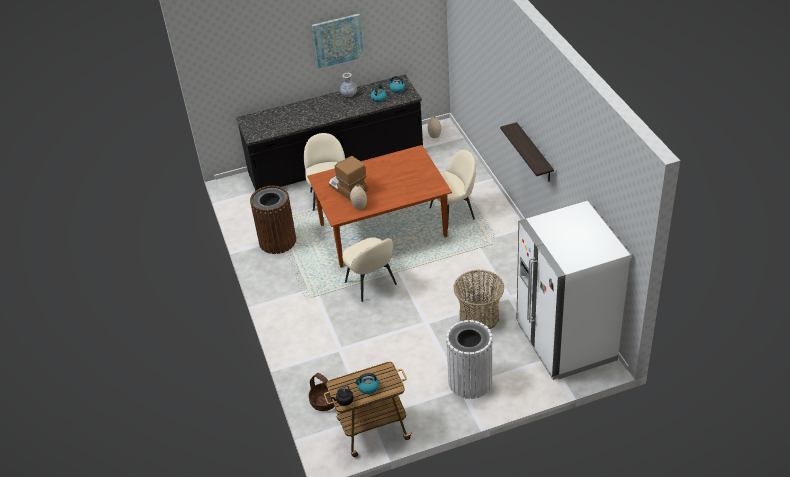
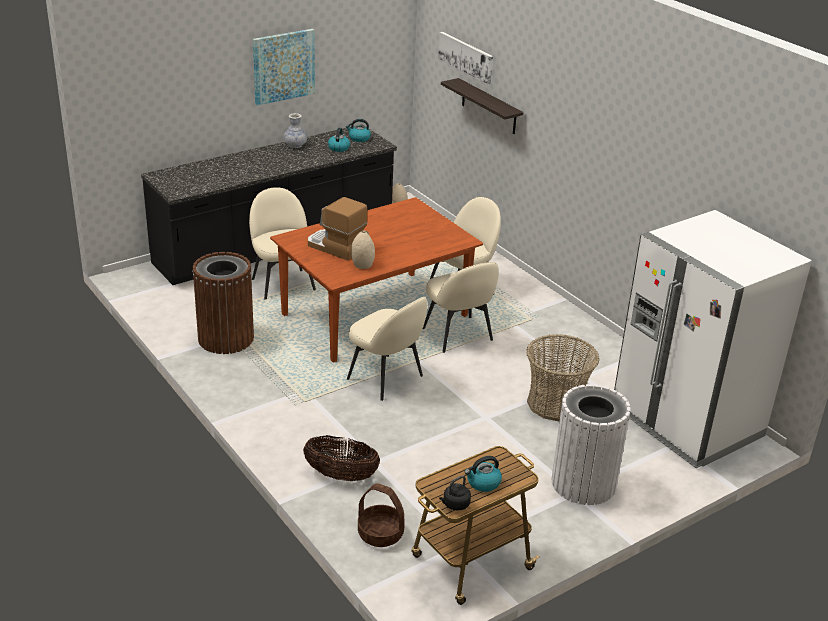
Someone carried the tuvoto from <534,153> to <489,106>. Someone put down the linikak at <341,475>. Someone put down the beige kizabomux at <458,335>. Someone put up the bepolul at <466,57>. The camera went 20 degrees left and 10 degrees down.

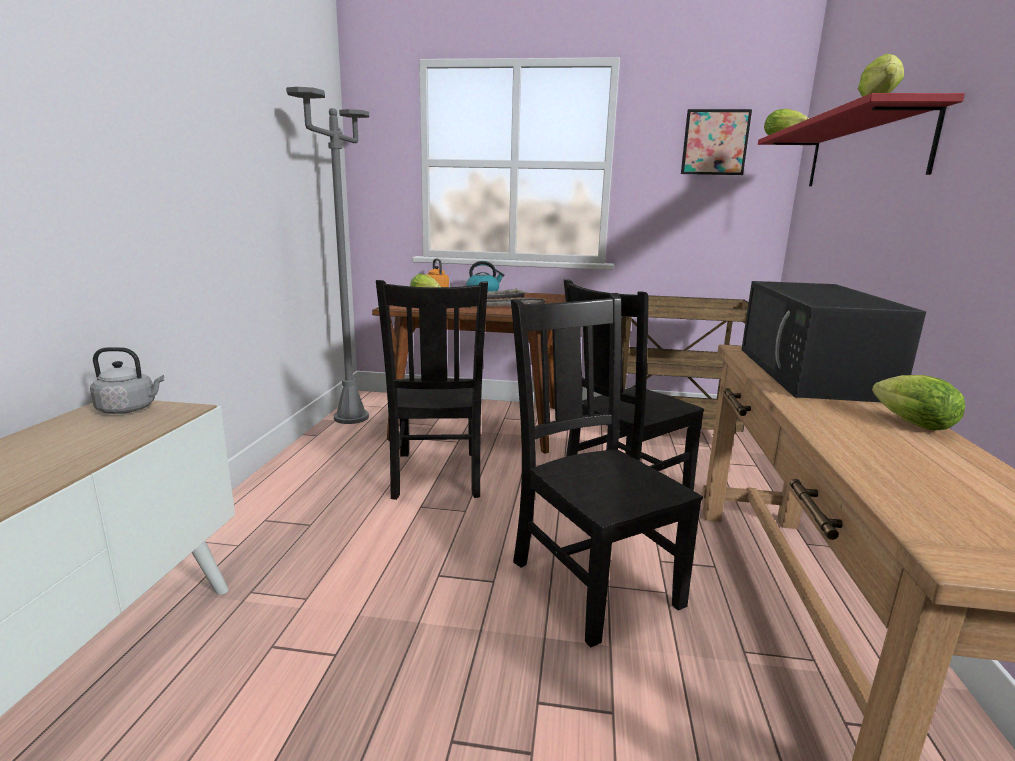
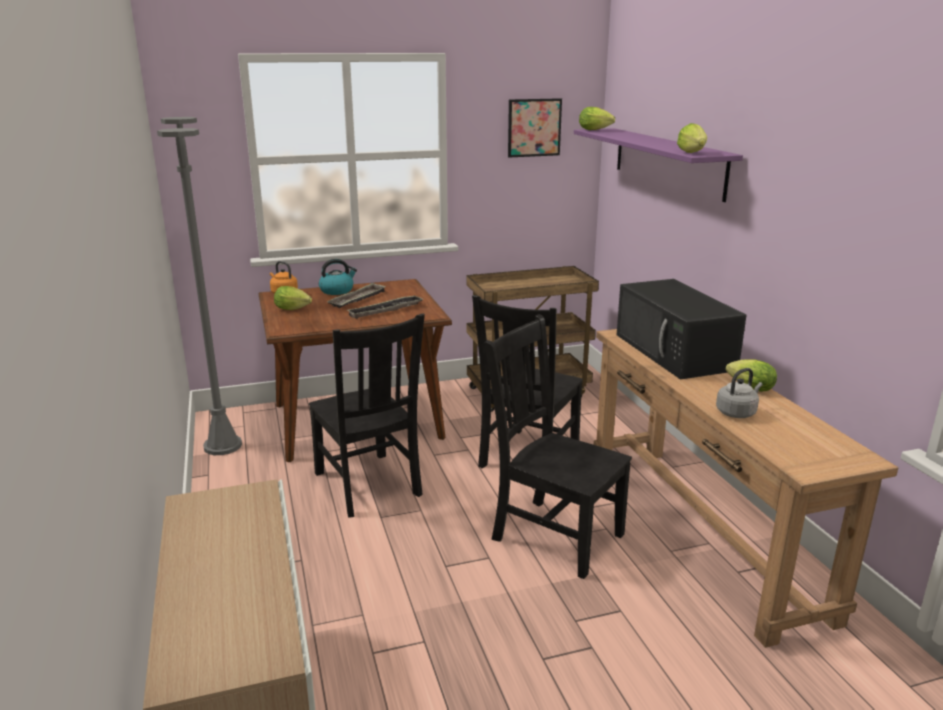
Someone carried the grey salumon from <130,409> to <737,412>. Someone repainted the red tuvoto at <863,152>, which became the purple tuvoto at <667,162>. The camera went 25 degrees left and 5 degrees up.

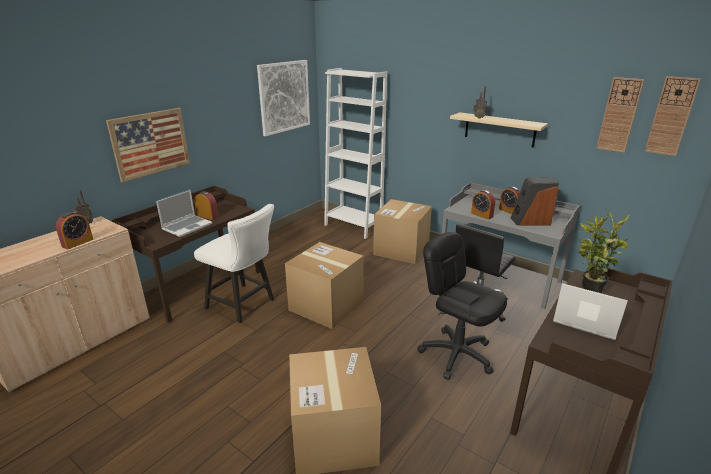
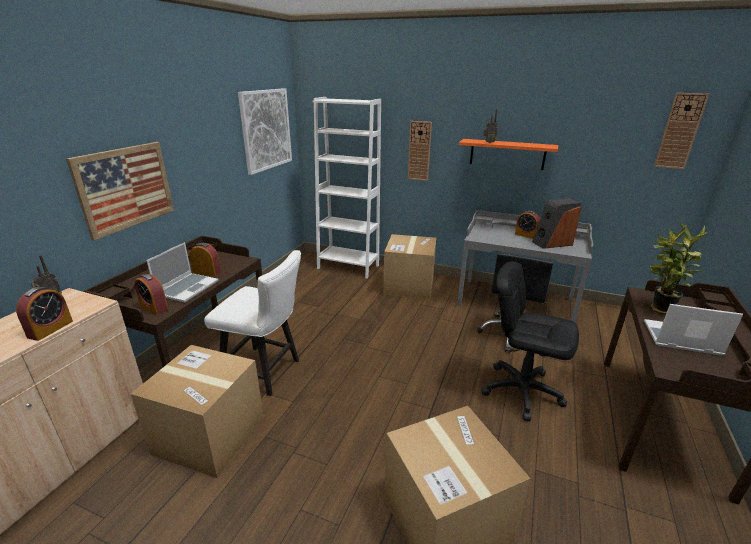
Someone carried the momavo from <326,306> to <210,435>. Someone repainted the beige tuvoto at <499,129>, which became the orange tuvoto at <507,154>. Someone carried the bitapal from <482,215> to <154,308>. Someone carried the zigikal from <619,115> to <419,151>. The camera went 15 degrees left and 0 degrees up.

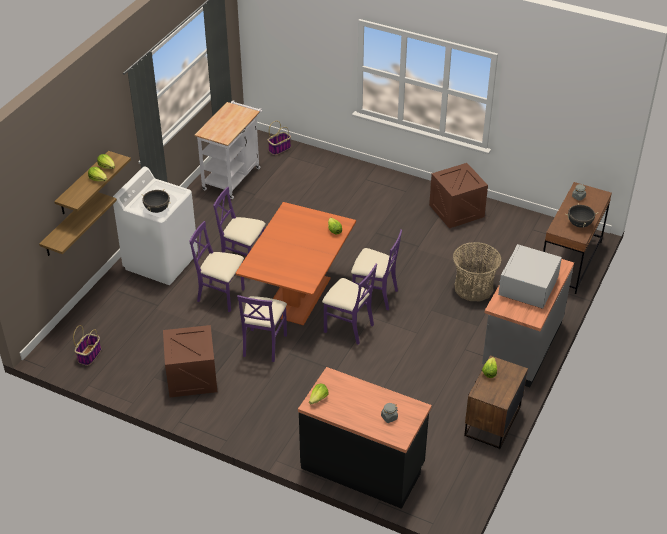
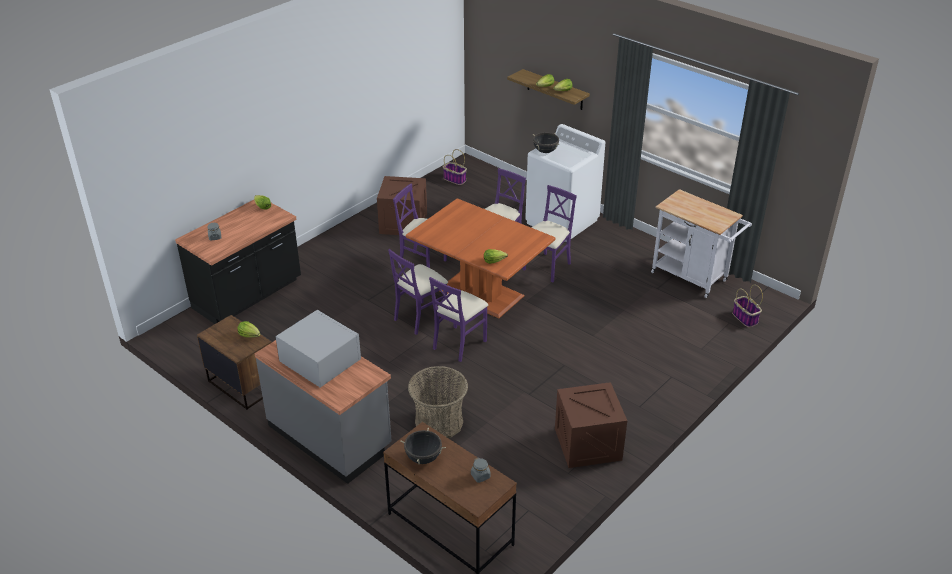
Someone took away the tuvoto at <69,225>. The camera went 105 degrees right and 5 degrees down.

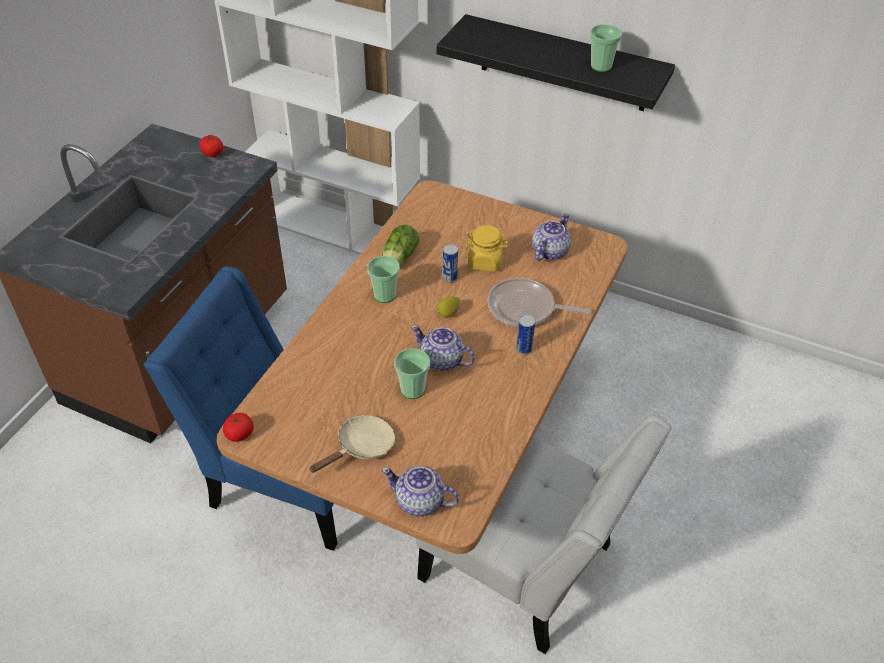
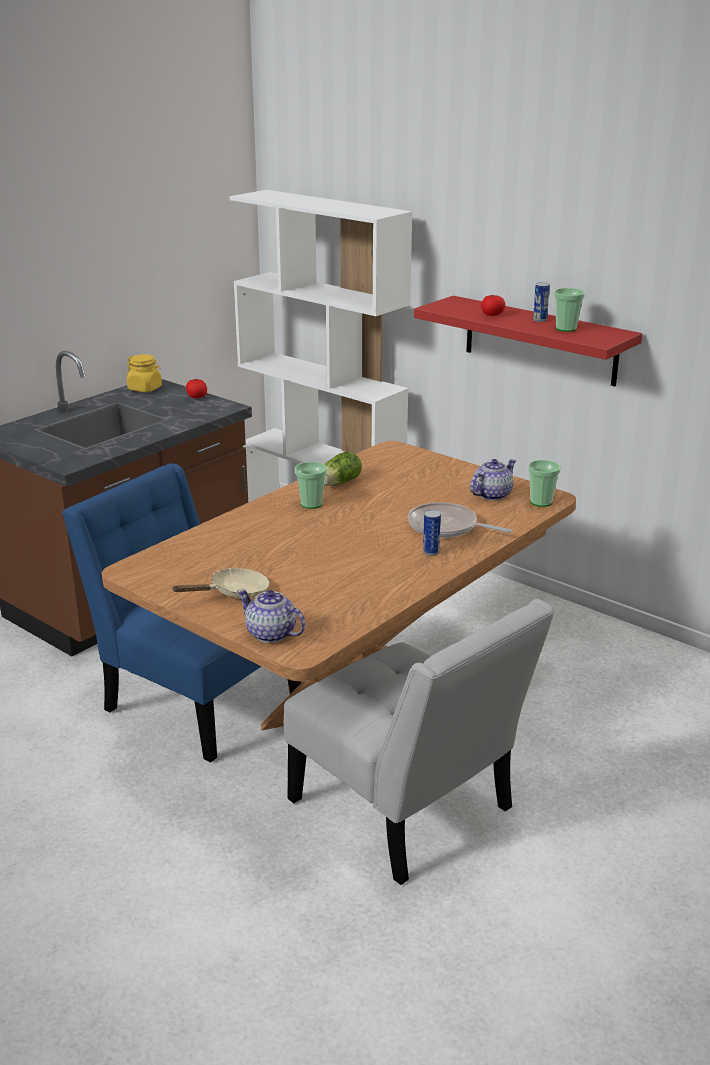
Someone carried the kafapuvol from <239,434> to <492,314>. Someone carried the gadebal from <412,390> to <541,502>. Someone took away the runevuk at <442,361>. Someone repainted the black tuvoto at <563,64>, which became the red tuvoto at <540,340>. Someone took away the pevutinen at <448,313>. Someone carried the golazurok from <450,278> to <540,320>. Someone carried the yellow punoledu from <485,262> to <145,388>. The camera went 15 degrees right and 20 degrees down.

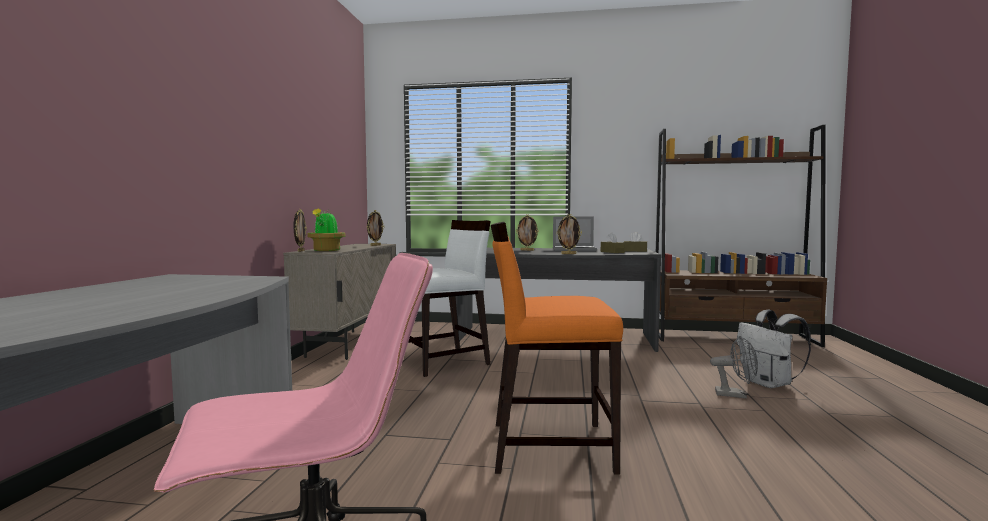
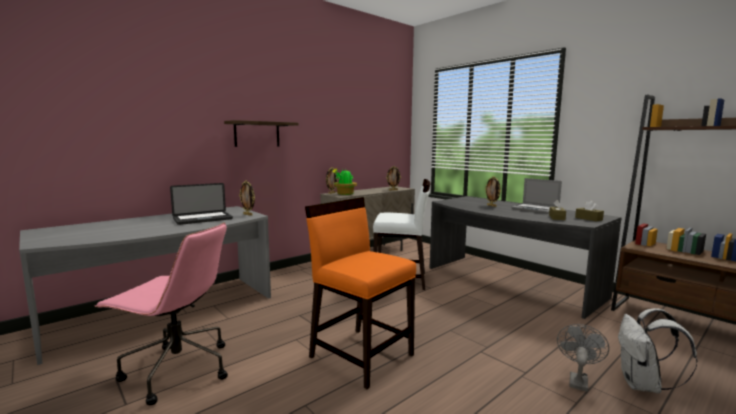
Someone carried the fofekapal from <568,254> to <248,214>. Someone rotated the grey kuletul at <736,395> by 120 degrees counterclockwise. Someone put down the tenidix at <203,219>. Someone put up the tuvoto at <257,134>. The camera went 40 degrees right and 5 degrees up.

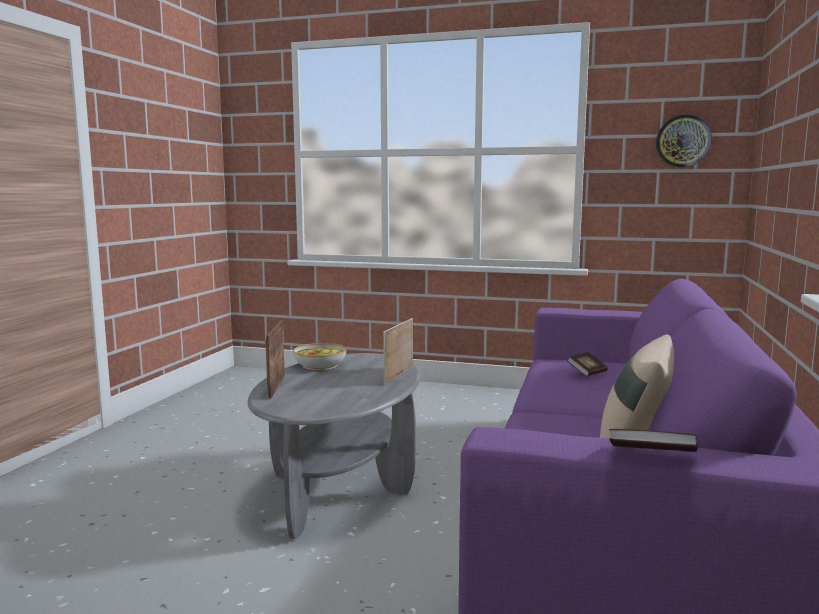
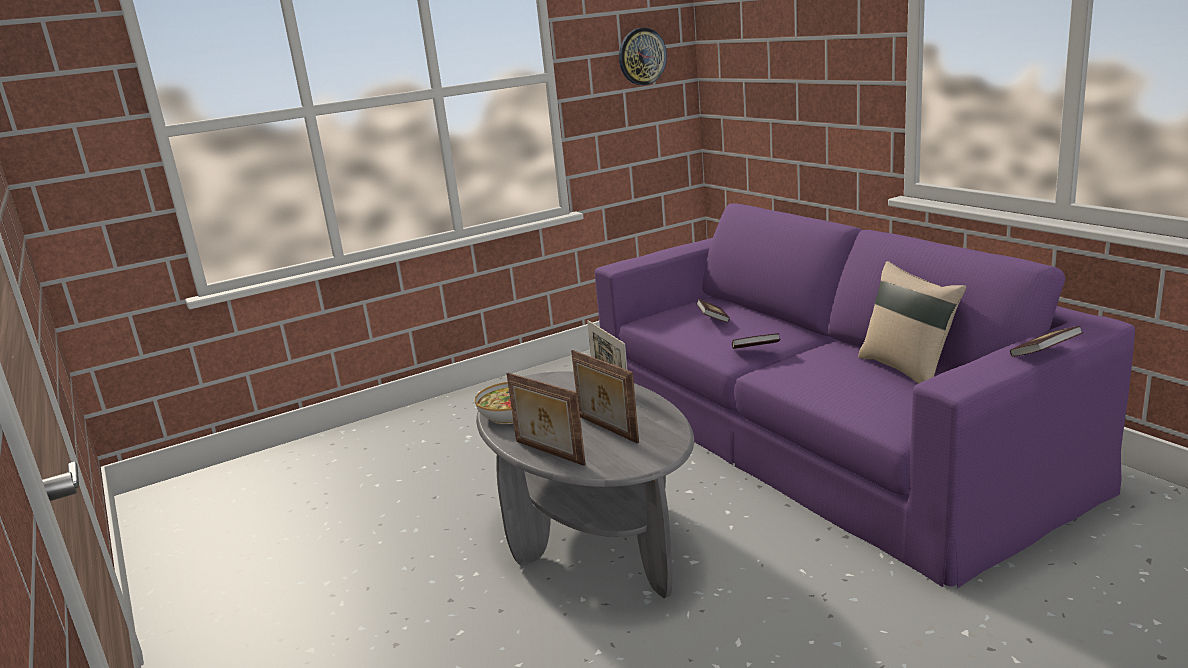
Someone put down the fofekapal at <606,429>. Someone put down the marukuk at <756,351>. The camera went 45 degrees left and 10 degrees up.

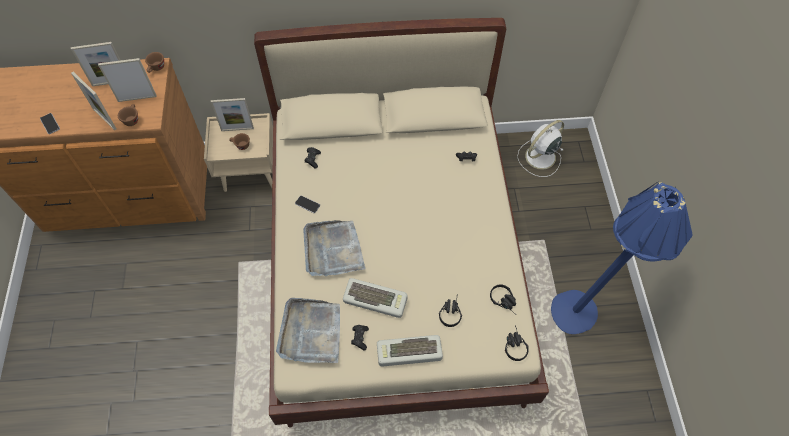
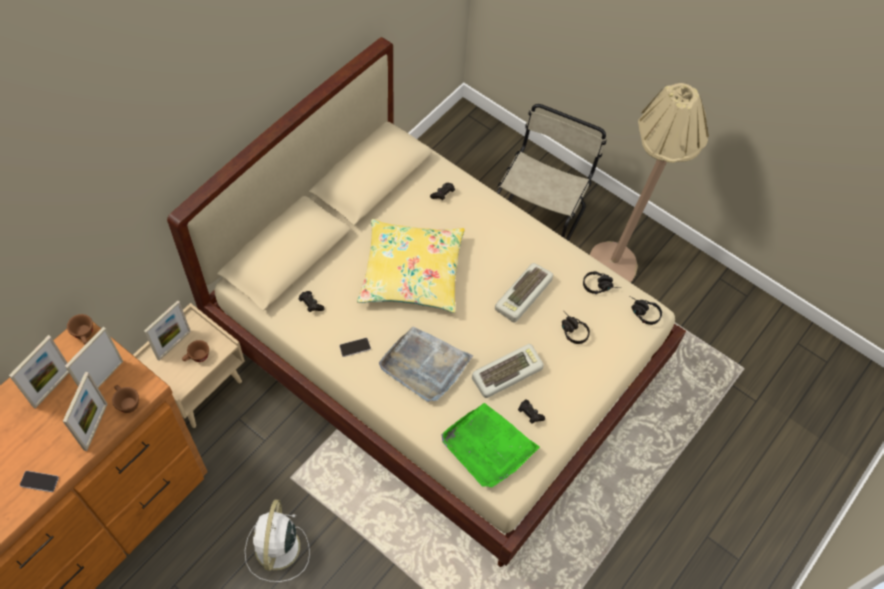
Someone rotated the fofekapal at <104,119> by 75 degrees counterclockwise. Someone repainted the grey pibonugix at <310,332>, which became the green pibonugix at <488,446>. Someone carried the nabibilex from <408,353> to <524,296>. Someone carried the white kuletul from <539,157> to <277,549>. Someone repainted the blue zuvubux at <585,315>, which became the beige zuvubux at <623,259>. Someone put down the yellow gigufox at <411,272>. Someone put down the beige kizabomux at <540,215>. The camera went 50 degrees left and 0 degrees up.

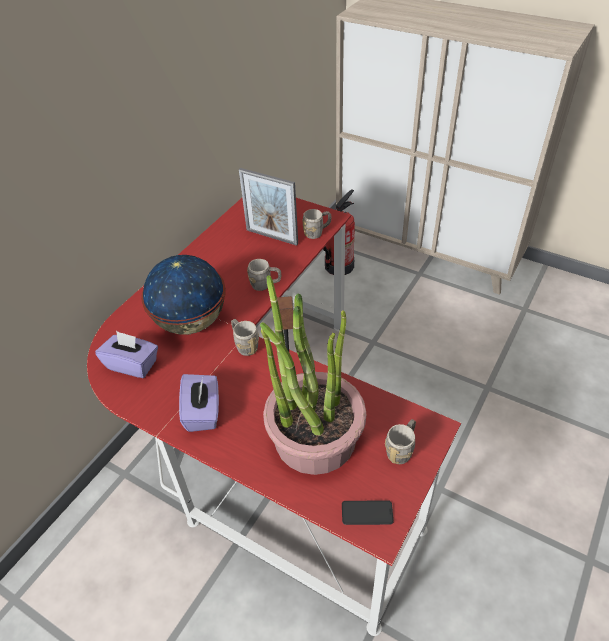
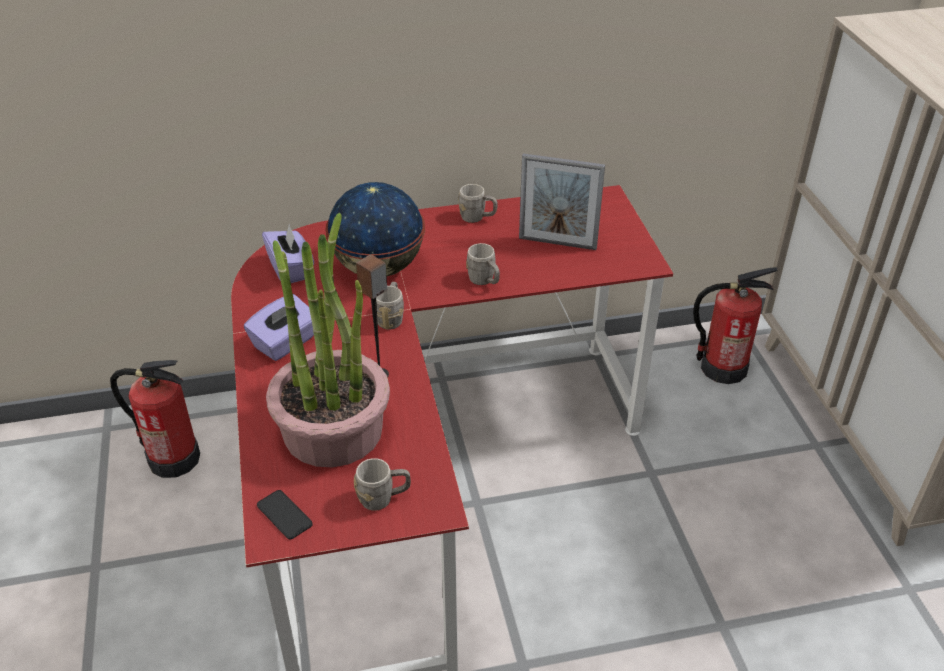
Someone rotated the fofekapal at <272,237> by 60 degrees counterclockwise. Someone carried the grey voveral from <317,232> to <477,218>. Someone put down the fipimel at <173,458>. The camera went 45 degrees right and 5 degrees down.

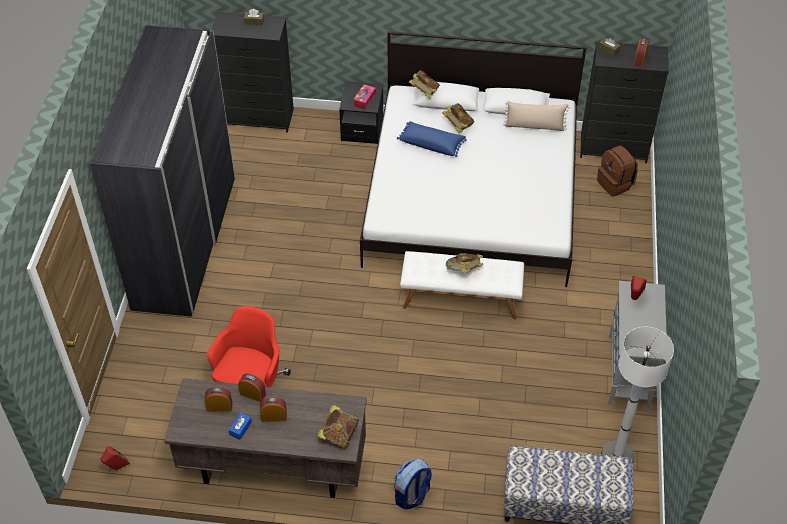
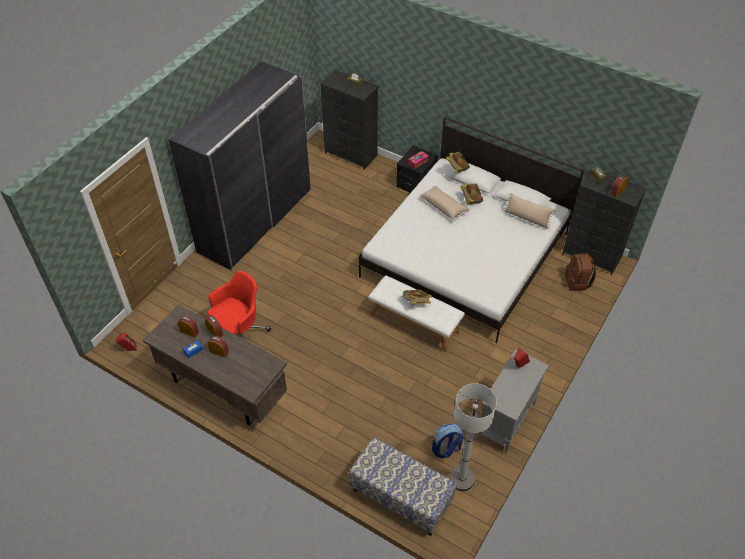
Someone took away the marukuk at <338,434>. Someone carried the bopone from <412,495> to <446,449>. Someone repainted the blue gigufox at <431,144>, which became the beige gigufox at <444,207>. The camera went 25 degrees right and 0 degrees up.

